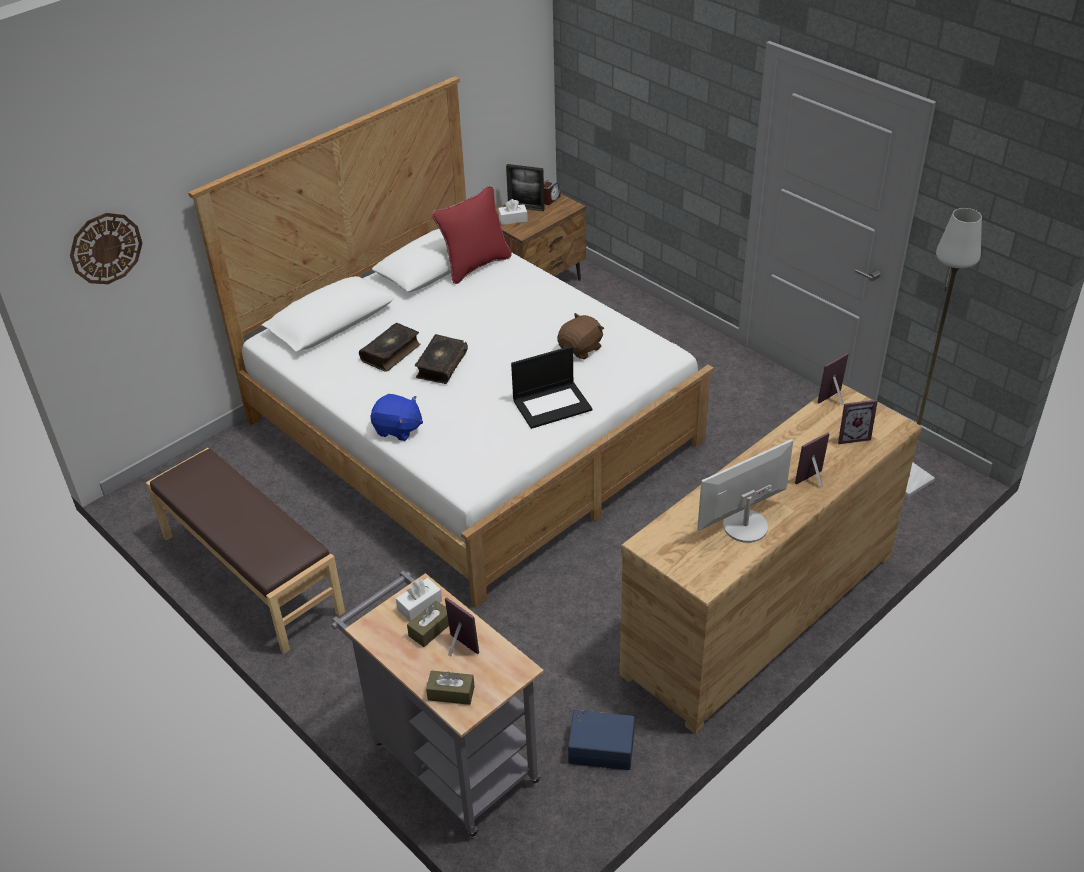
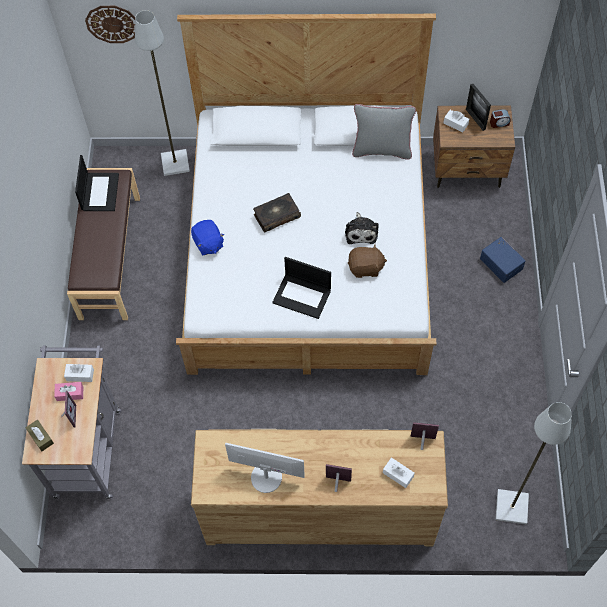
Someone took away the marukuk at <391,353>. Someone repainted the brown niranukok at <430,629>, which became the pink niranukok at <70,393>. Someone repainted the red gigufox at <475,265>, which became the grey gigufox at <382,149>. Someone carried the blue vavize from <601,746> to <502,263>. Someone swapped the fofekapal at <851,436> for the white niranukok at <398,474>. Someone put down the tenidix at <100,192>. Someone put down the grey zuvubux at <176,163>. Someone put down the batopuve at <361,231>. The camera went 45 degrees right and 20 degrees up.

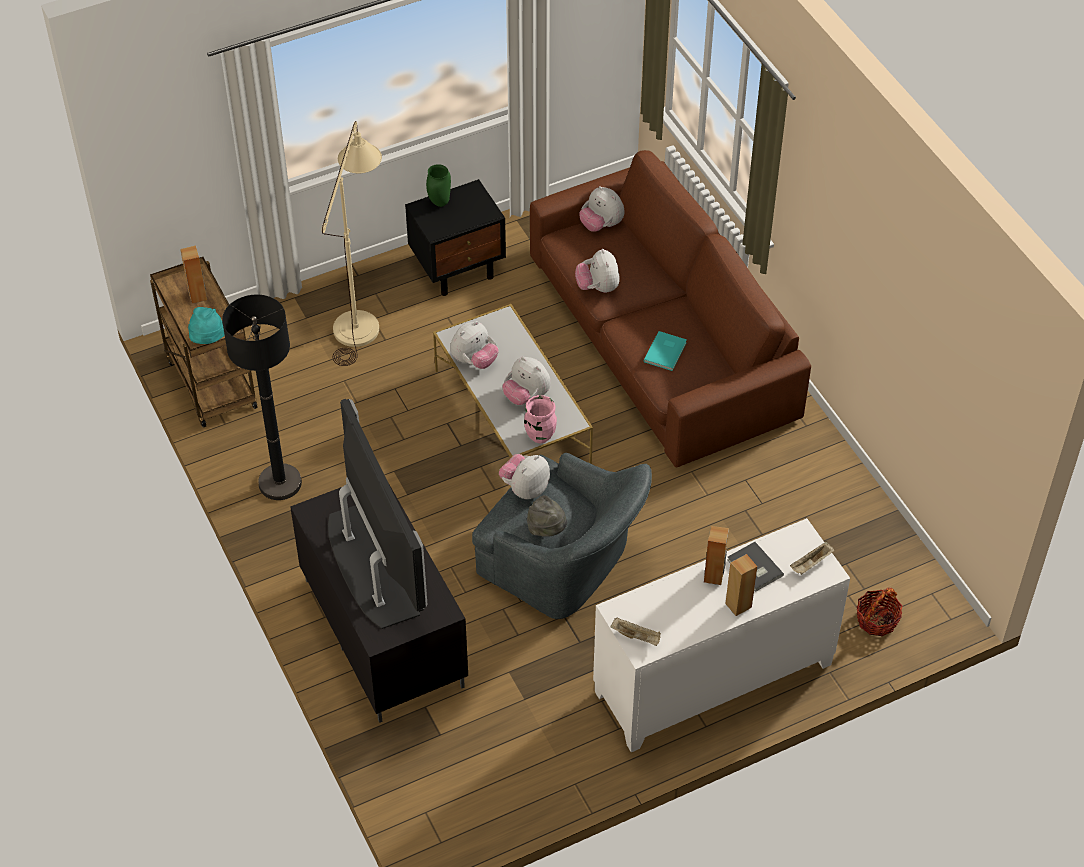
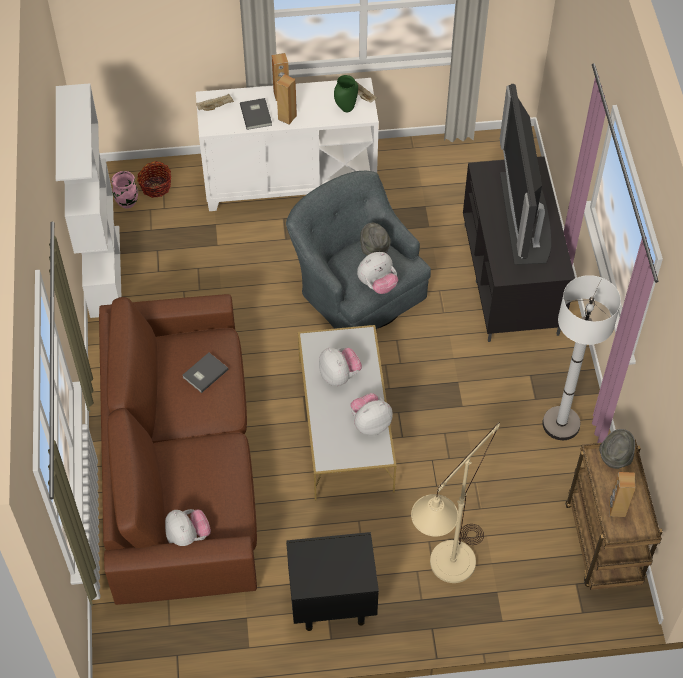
Someone repainted the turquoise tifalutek at <207,339>, which became the grey tifalutek at <615,456>. Someone repainted the black zuvubux at <280,483>, which became the white zuvubux at <561,424>. Someone carried the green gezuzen from <440,203> to <345,108>. Someone carried the pink gezuzen from <540,436> to <127,203>. Someone took away the batopuve at <598,287>. Someone repainted the turquoise marukuk at <666,352>, which became the grey marukuk at <204,373>. Someone put down the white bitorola at <104,271>. The camera went 160 degrees left and 5 degrees up.

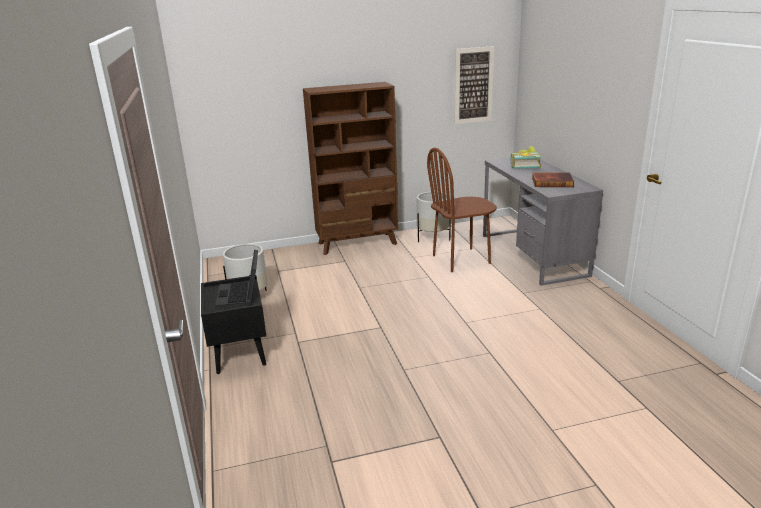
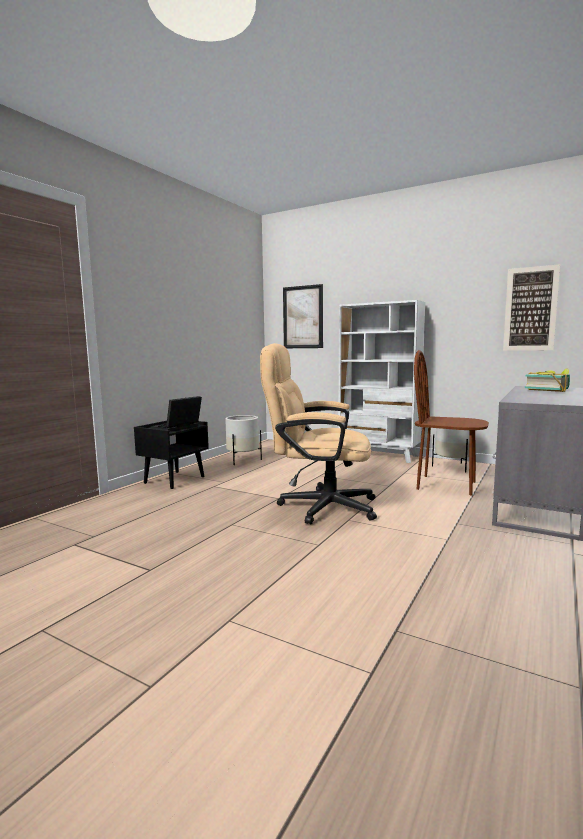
Someone repainted the brown bitorola at <358,243>, which became the white bitorola at <378,455>. Someone took away the marukuk at <552,182>. Someone put down the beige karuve at <318,506>. Someone put up the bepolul at <303,317>. The camera went 45 degrees right and 15 degrees down.

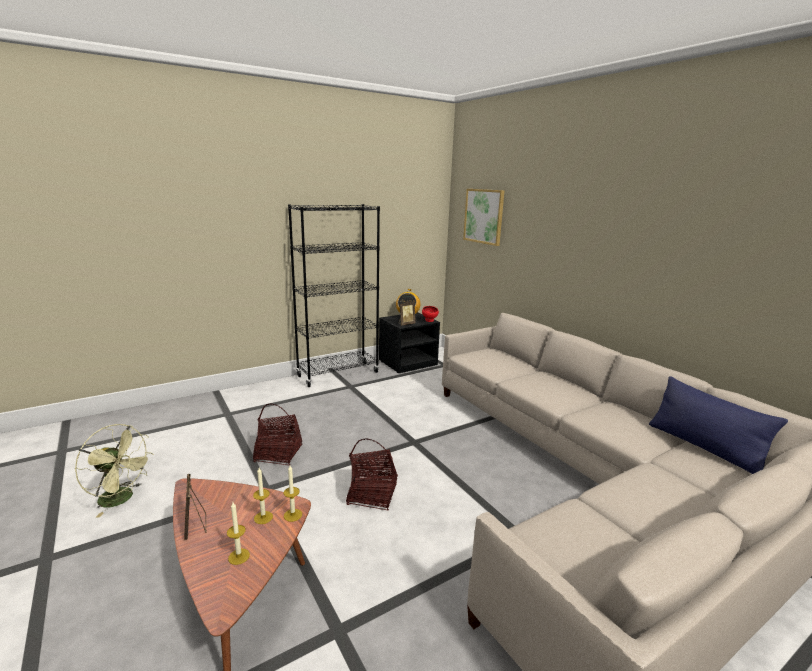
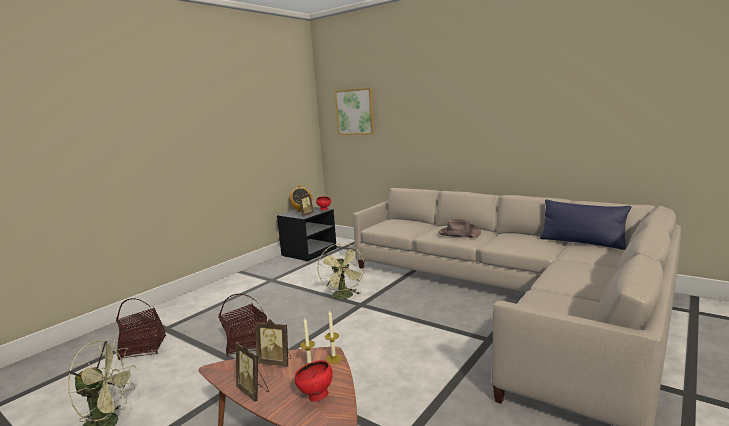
Someone swapped the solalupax at <239,556> for the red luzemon at <316,397>. Someone took away the black bitorola at <338,374>. Someone carried the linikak from <372,494> to <143,348>. Someone put down the fofekapal at <276,362>. Someone put down the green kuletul at <344,297>. Someone put down the brown tifalutek at <458,234>. The camera went 20 degrees left and 5 degrees down.

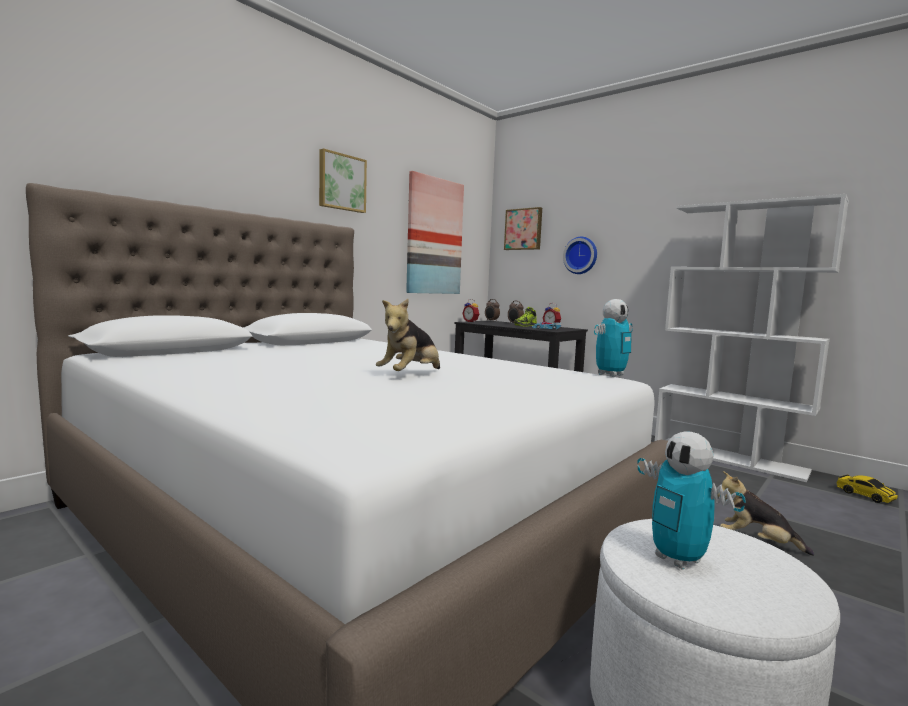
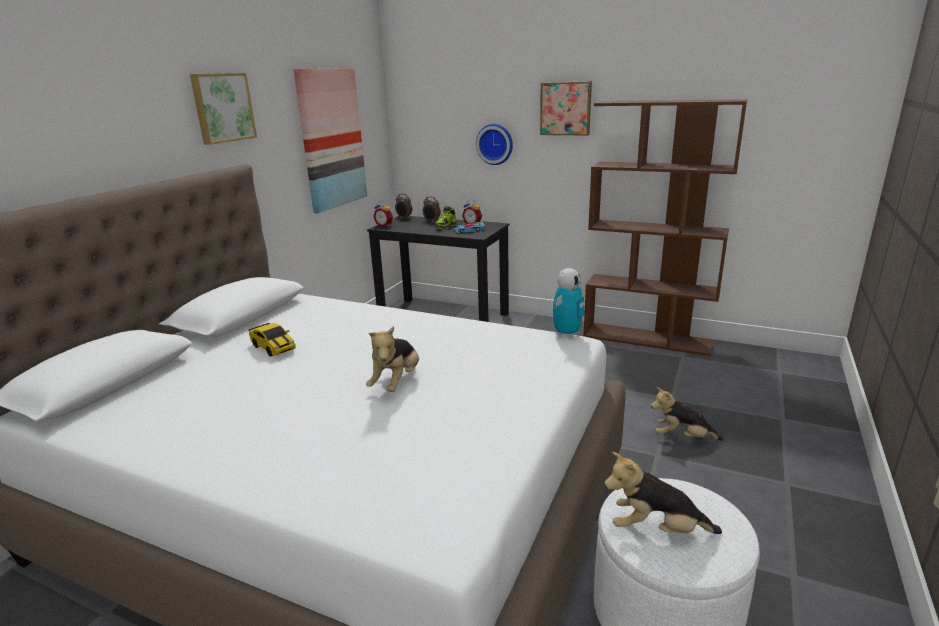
Someone carried the bepolul from <523,229> to <566,108>. Someone swapped the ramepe at <677,559> for the batopuve at <656,529>. Someone repainted the white bitorola at <729,458>, which became the brown bitorola at <647,339>. Someone carried the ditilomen from <865,495> to <273,347>. The camera went 15 degrees left and 15 degrees up.

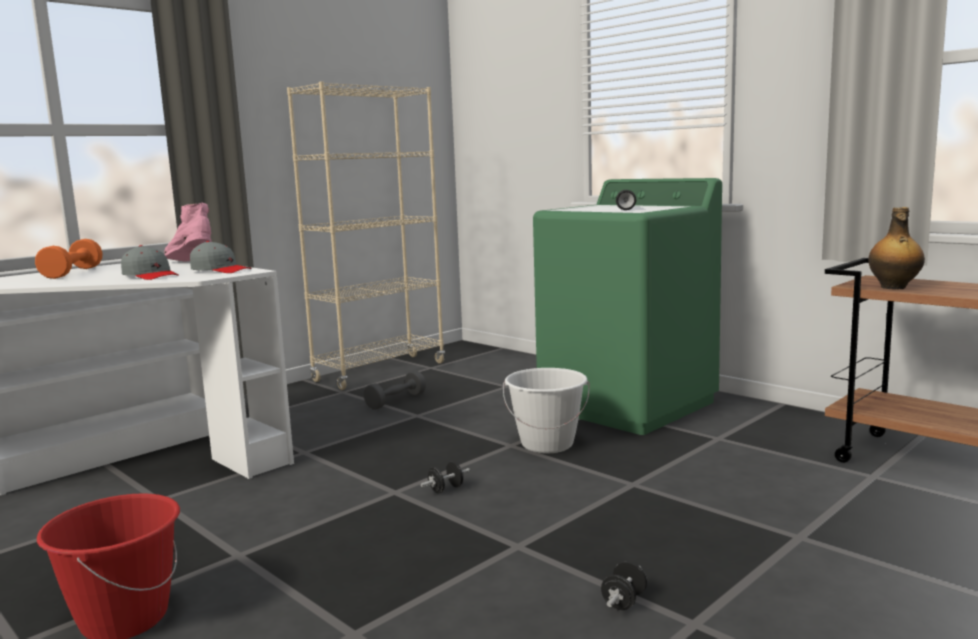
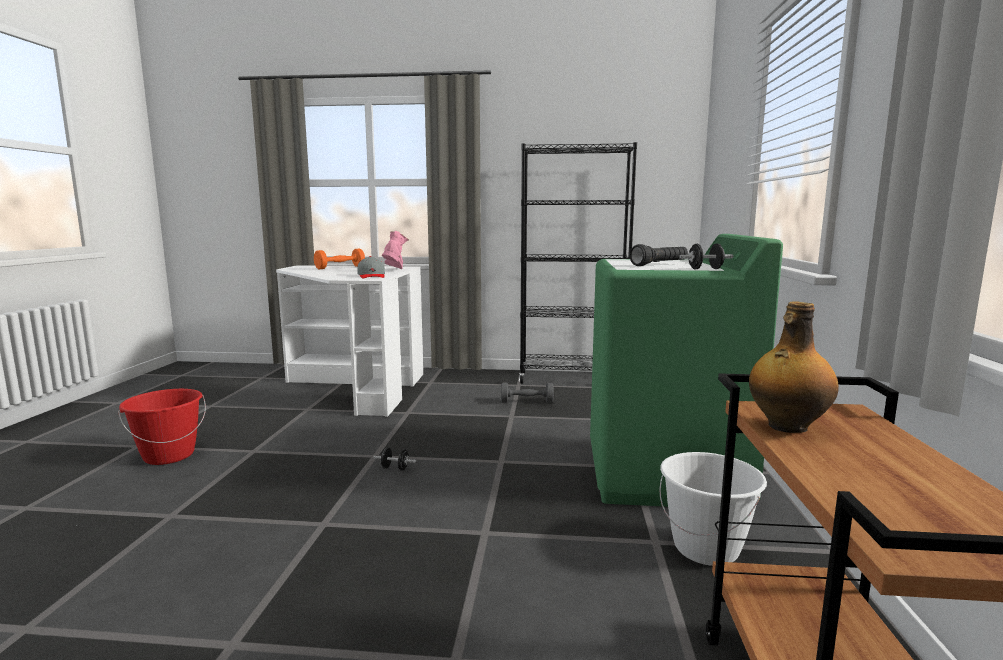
Someone took away the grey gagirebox at <150,276>. Someone repainted the beige bitorola at <380,372>, which became the black bitorola at <572,379>. Someone carried the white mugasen from <547,444> to <706,548>. Someone carried the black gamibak from <624,601> to <705,269>. The camera went 50 degrees right and 0 degrees up.

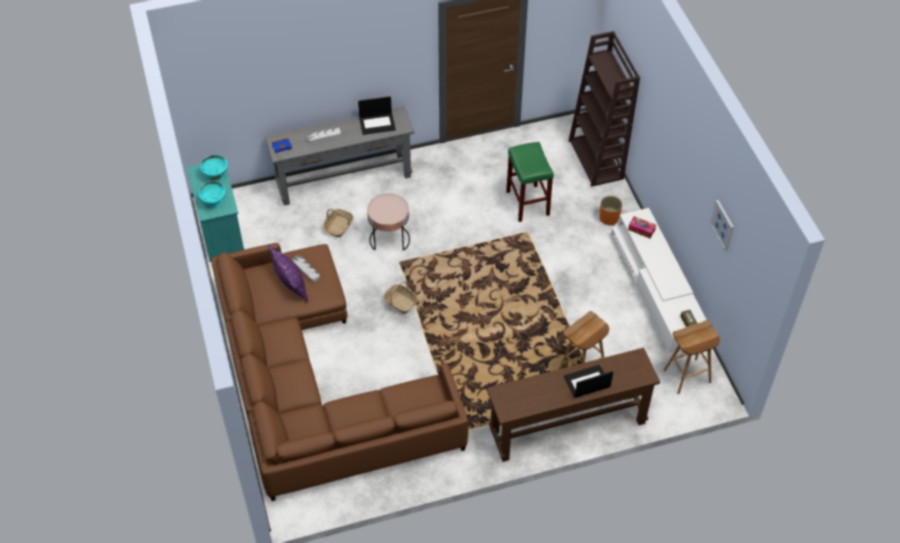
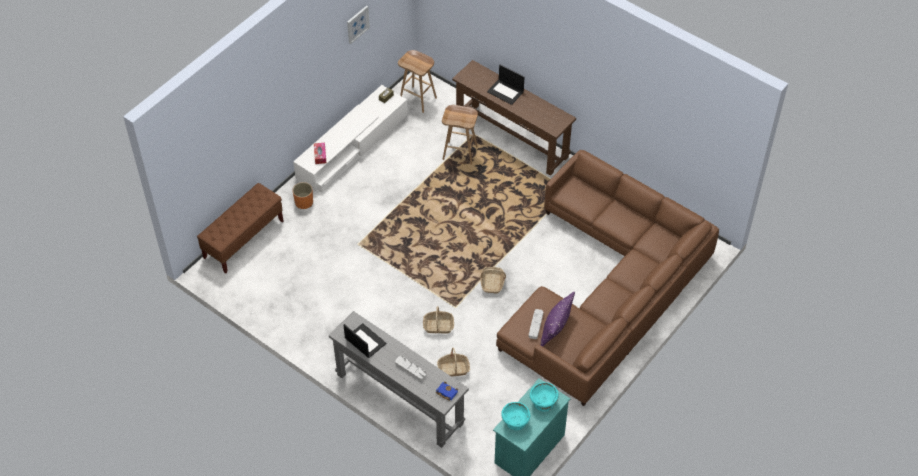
Someone swapped the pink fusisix at <389,239> for the linikak at <438,326>. Someone took away the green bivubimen at <528,203>. Someone swapped the brown bitorola at <596,160> for the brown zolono at <244,239>. The camera went 125 degrees left and 0 degrees up.

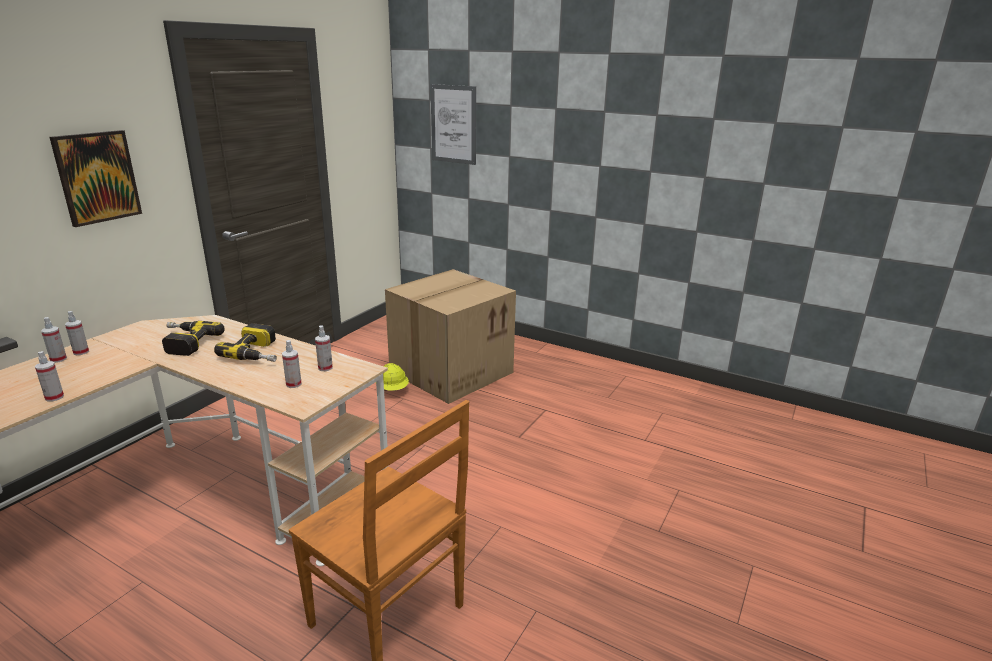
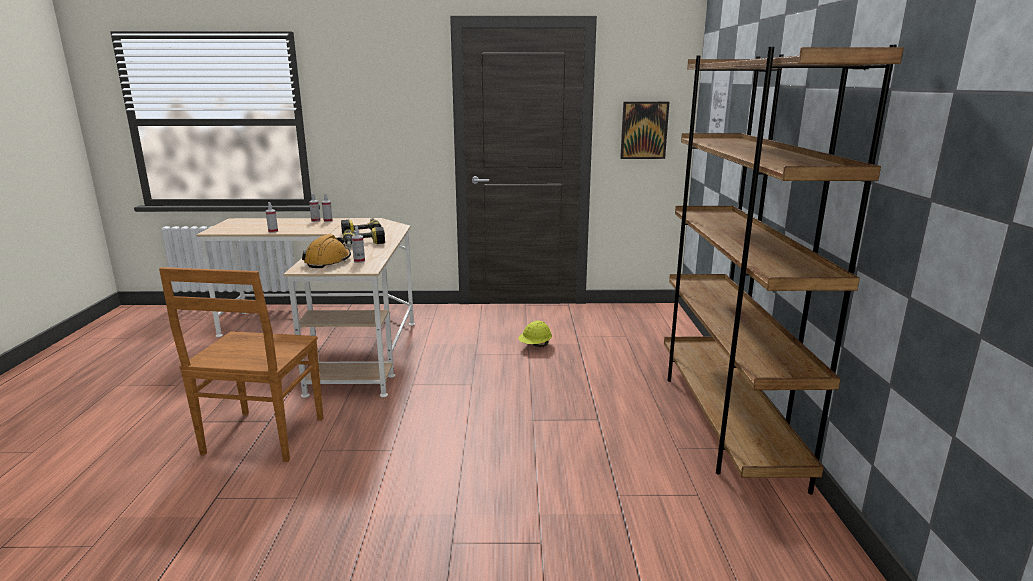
Someone carried the bepolul from <97,177> to <644,130>. Someone swapped the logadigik at <293,384> for the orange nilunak at <328,261>. Someone took away the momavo at <451,371>. Someone put down the brown bitorola at <725,421>. The camera went 60 degrees right and 5 degrees down.

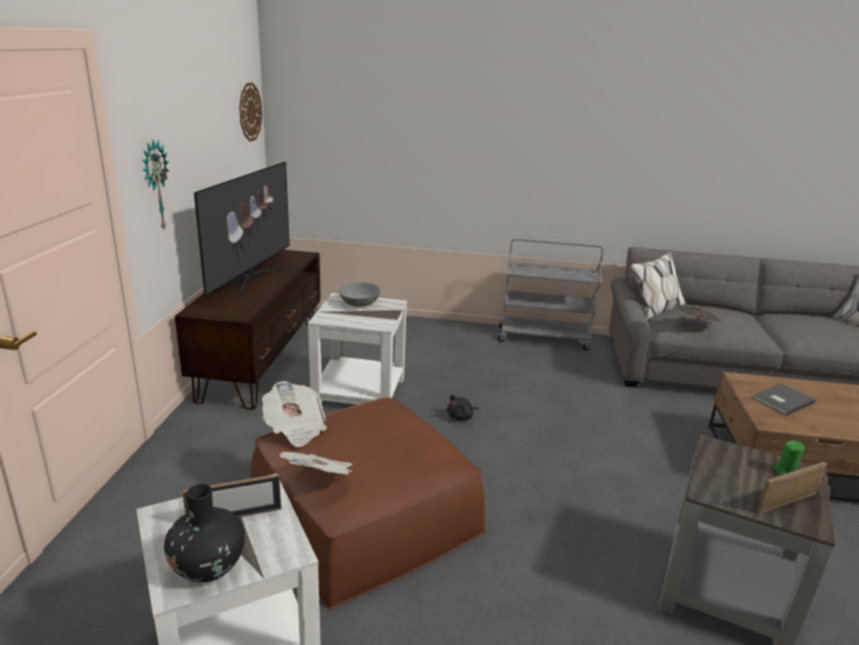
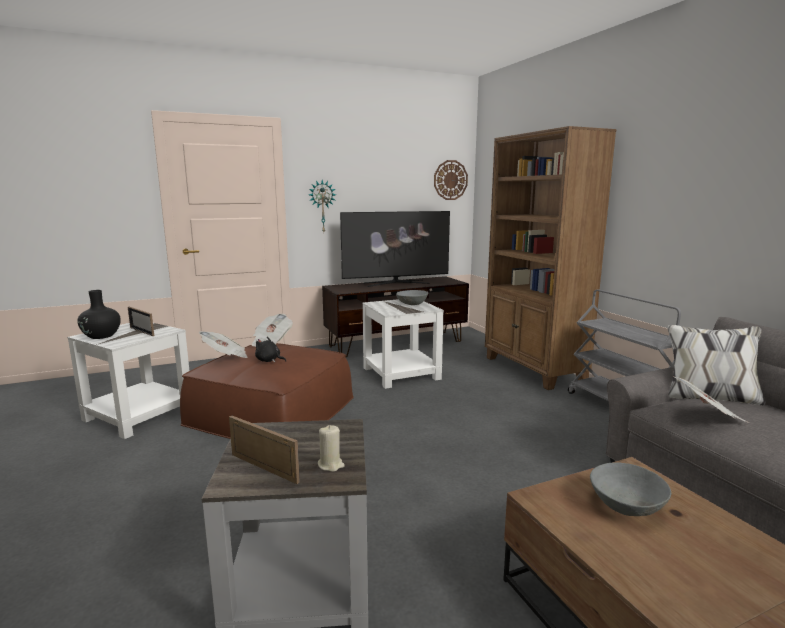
Someone carried the black batopuve from <461,417> to <269,360>. Someone swapped the grey marukuk at <781,400> for the grey luzemon at <626,505>. Someone repainted the green solalupax at <786,471>, which became the beige solalupax at <331,465>. Someone put down the brown bitorola at <533,369>. The camera went 60 degrees right and 10 degrees down.

